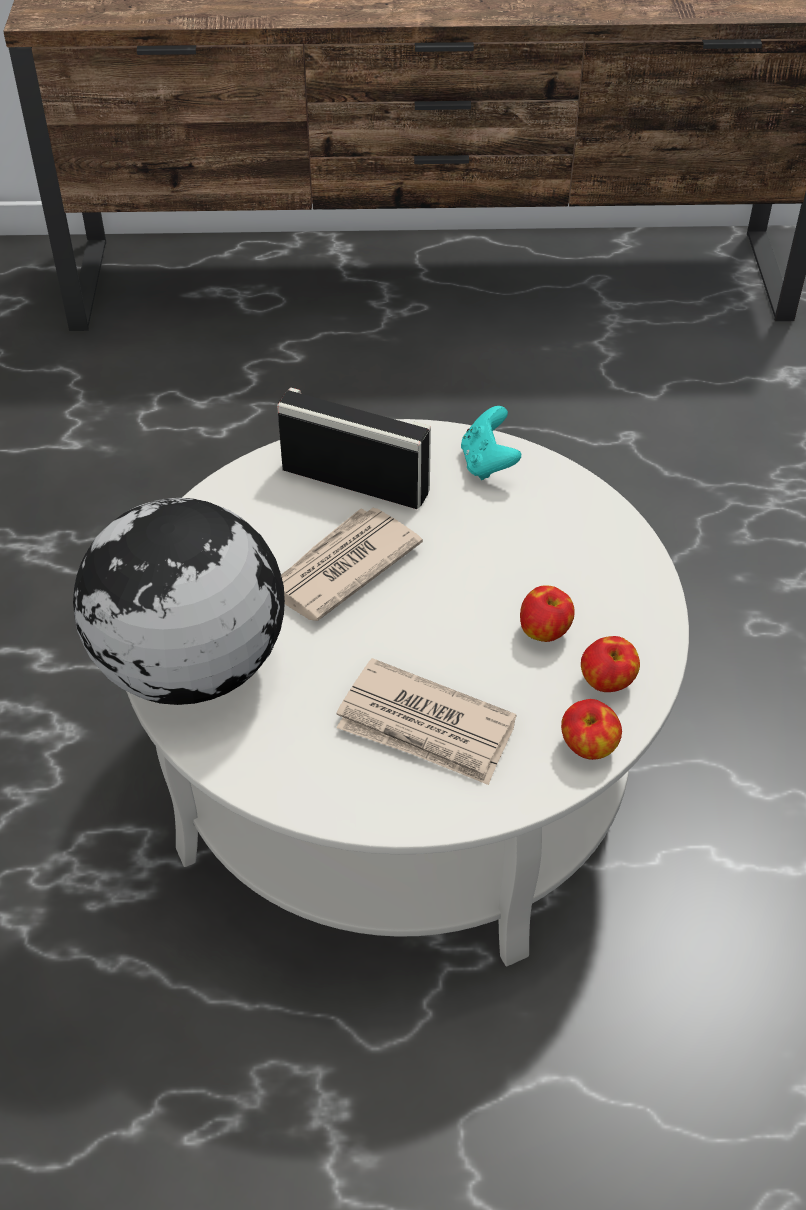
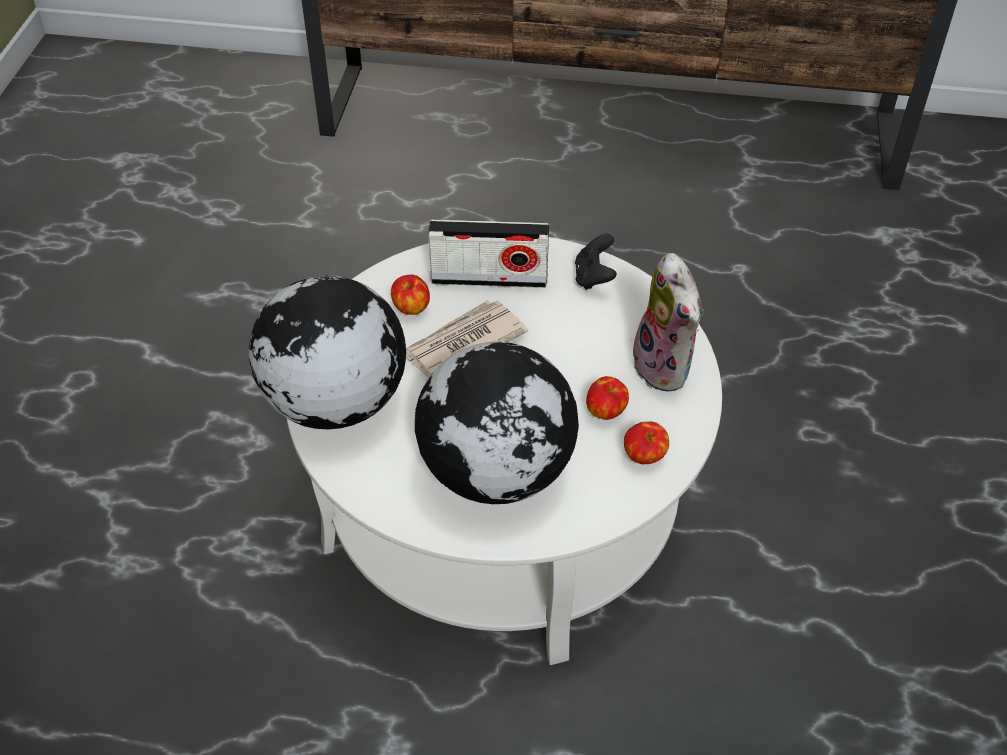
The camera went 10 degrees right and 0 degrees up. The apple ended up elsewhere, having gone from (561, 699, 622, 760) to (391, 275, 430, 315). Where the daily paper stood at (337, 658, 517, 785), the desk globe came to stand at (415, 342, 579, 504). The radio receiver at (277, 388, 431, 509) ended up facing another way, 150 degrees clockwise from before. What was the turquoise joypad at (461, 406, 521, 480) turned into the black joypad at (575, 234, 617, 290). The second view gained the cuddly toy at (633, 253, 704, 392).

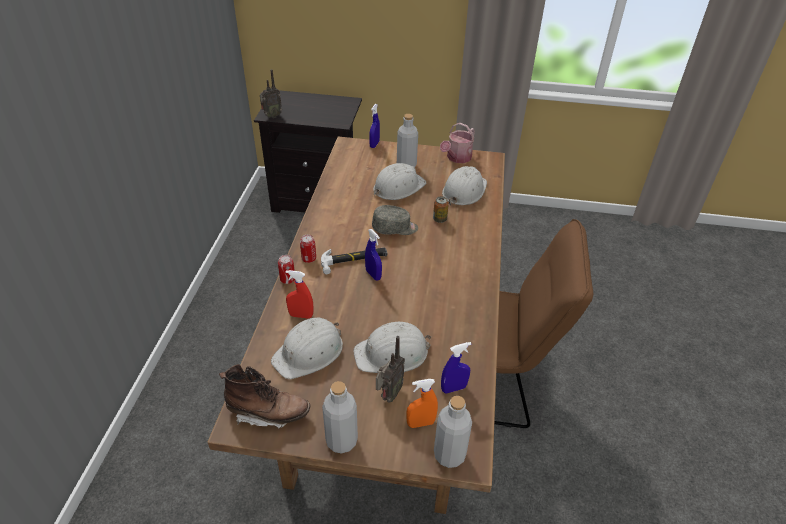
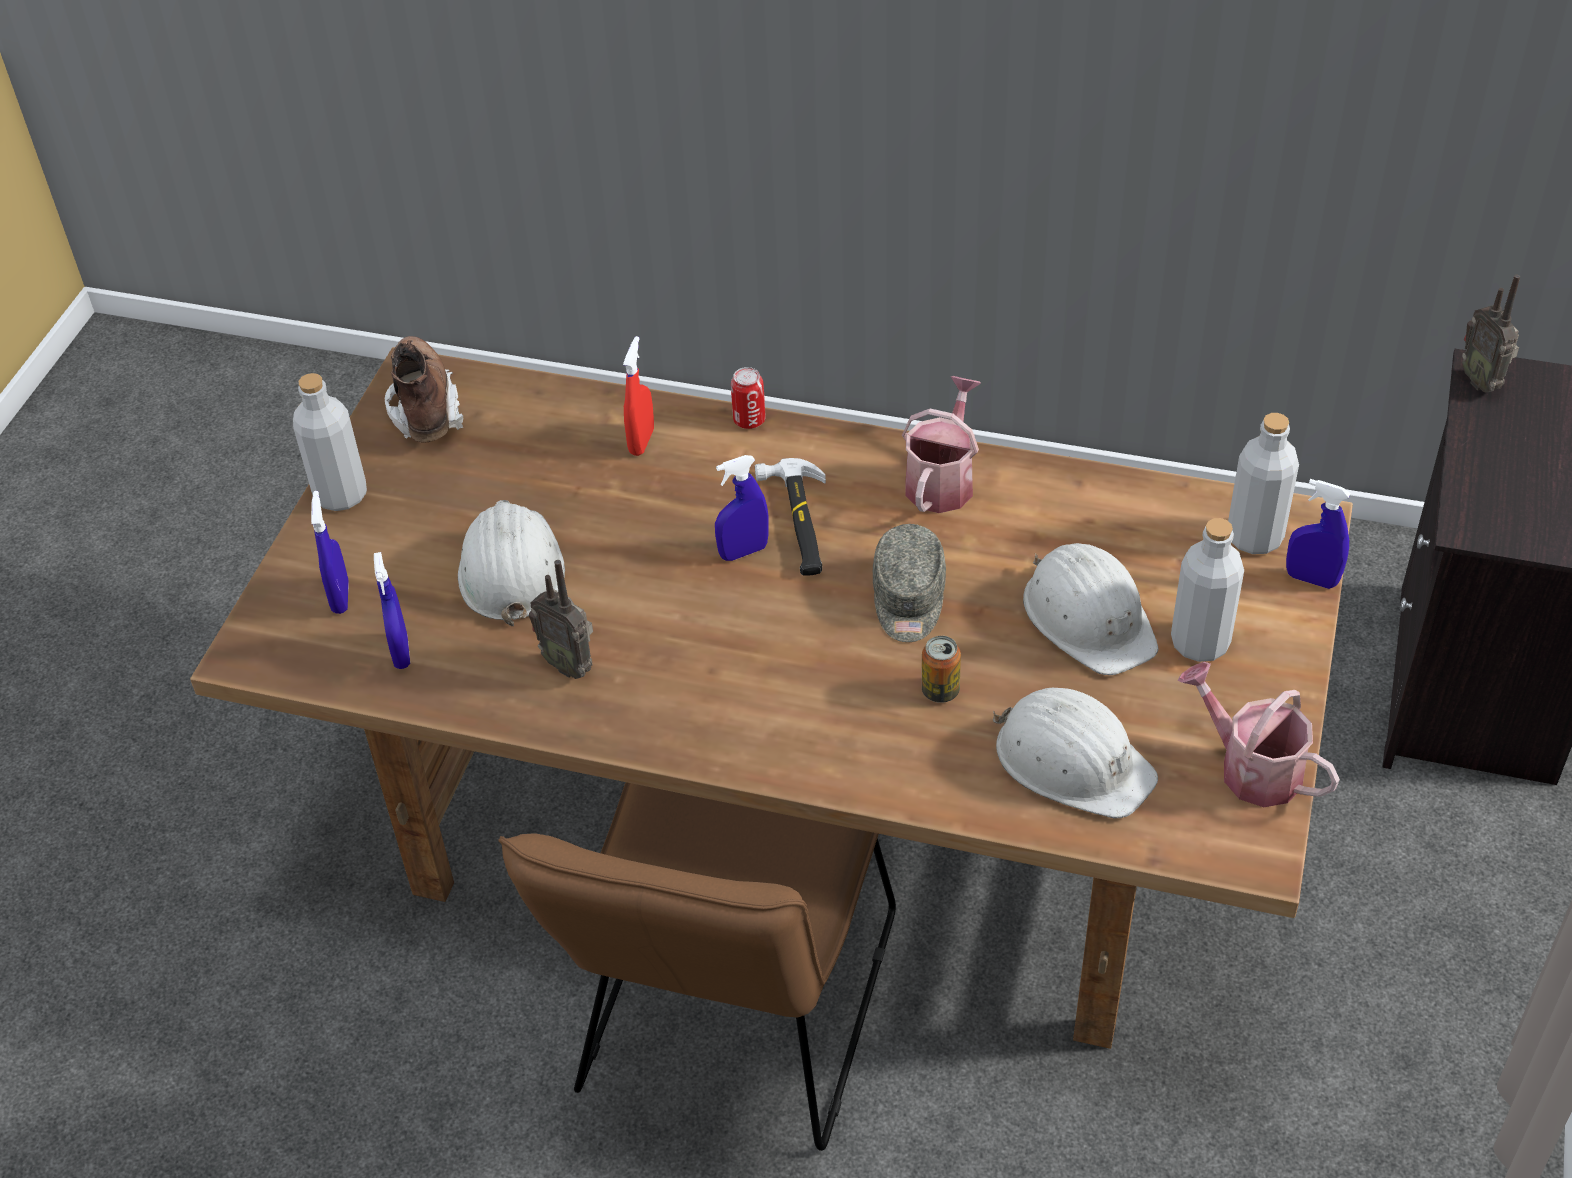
The camera went 100 degrees right and 5 degrees up. What was the orange sprayer at (406, 379, 438, 428) turned into the blue-coloured sprayer at (311, 491, 349, 614). The brown tall boot at (219, 364, 311, 429) ended up facing another way, 150 degrees clockwise from before. The radio receiver ended up elsewhere, having gone from (376, 336, 405, 403) to (529, 560, 593, 679). The second view gained the sprinkling can at (902, 376, 981, 513). The gray bottle ended up elsewhere, having gone from (434, 396, 472, 468) to (1228, 413, 1299, 554). The second view lost the whitish hard hat at (271, 317, 343, 379). The second view lost the metal can at (300, 235, 316, 263).

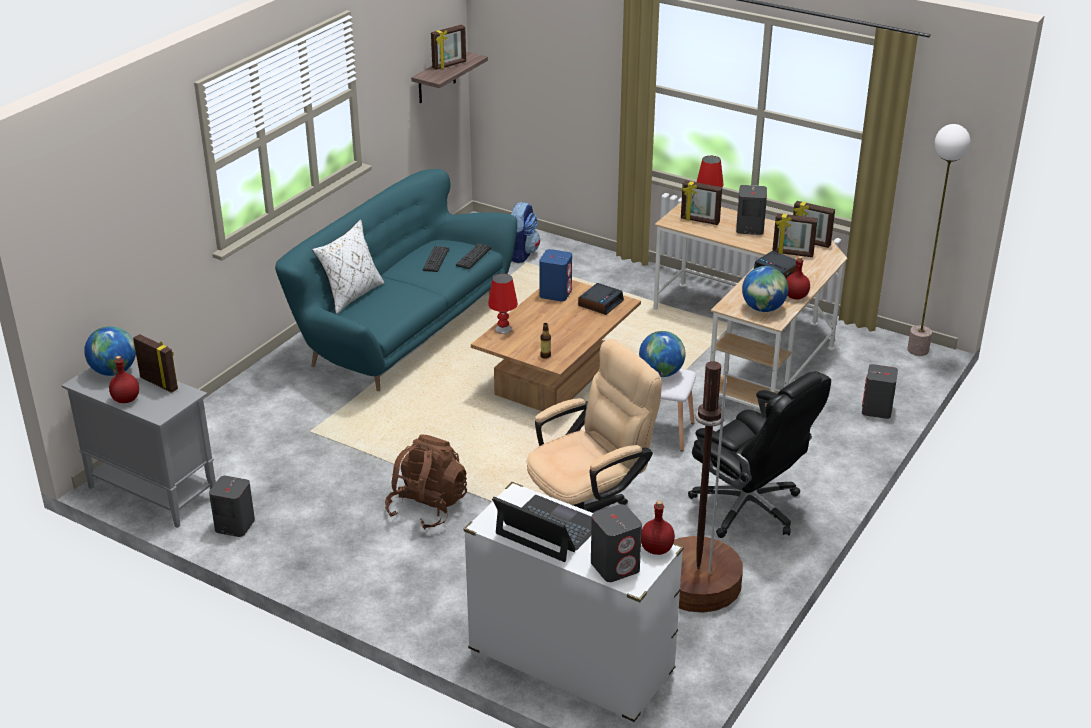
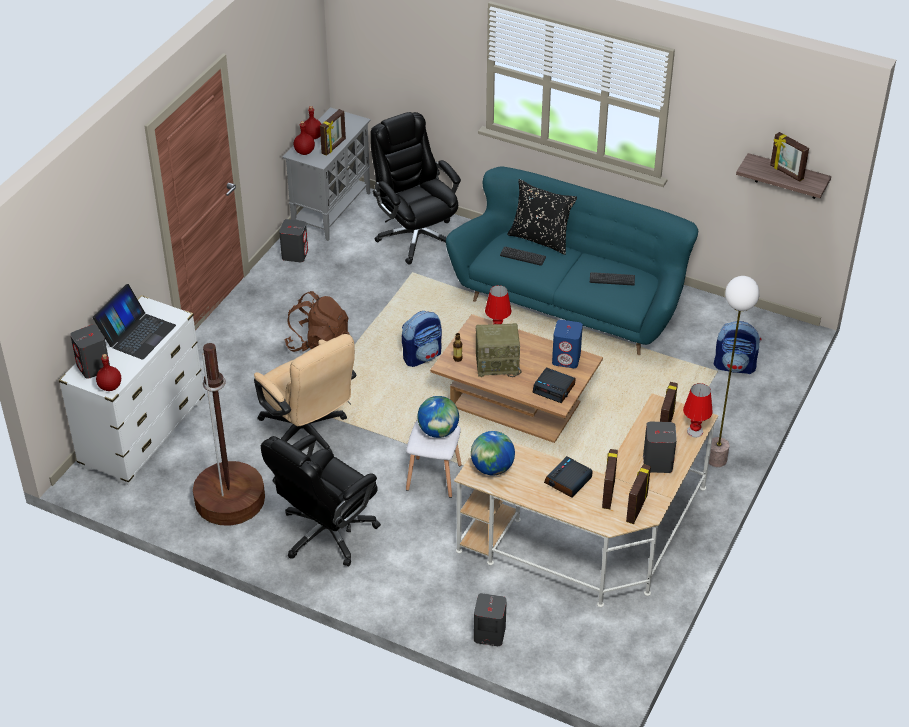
The camera went 85 degrees right and 10 degrees up. The red-coloured bottle ended up elsewhere, having gone from (786, 256, 810, 300) to (294, 121, 315, 155). The second view gained the black desk chair at (370, 112, 461, 265). The second view gained the knapsack at (402, 311, 442, 367). The second view gained the radio receiver at (476, 323, 522, 377). The computer keyboard ended up elsewhere, having gone from (456, 243, 491, 269) to (500, 246, 546, 266). What was the whitish cushion at (312, 219, 384, 314) turned into the black cushion at (507, 179, 577, 255). The standing lamp ended up elsewhere, having gone from (907, 124, 970, 356) to (709, 276, 760, 467). The second view lost the desk globe at (84, 326, 136, 376).

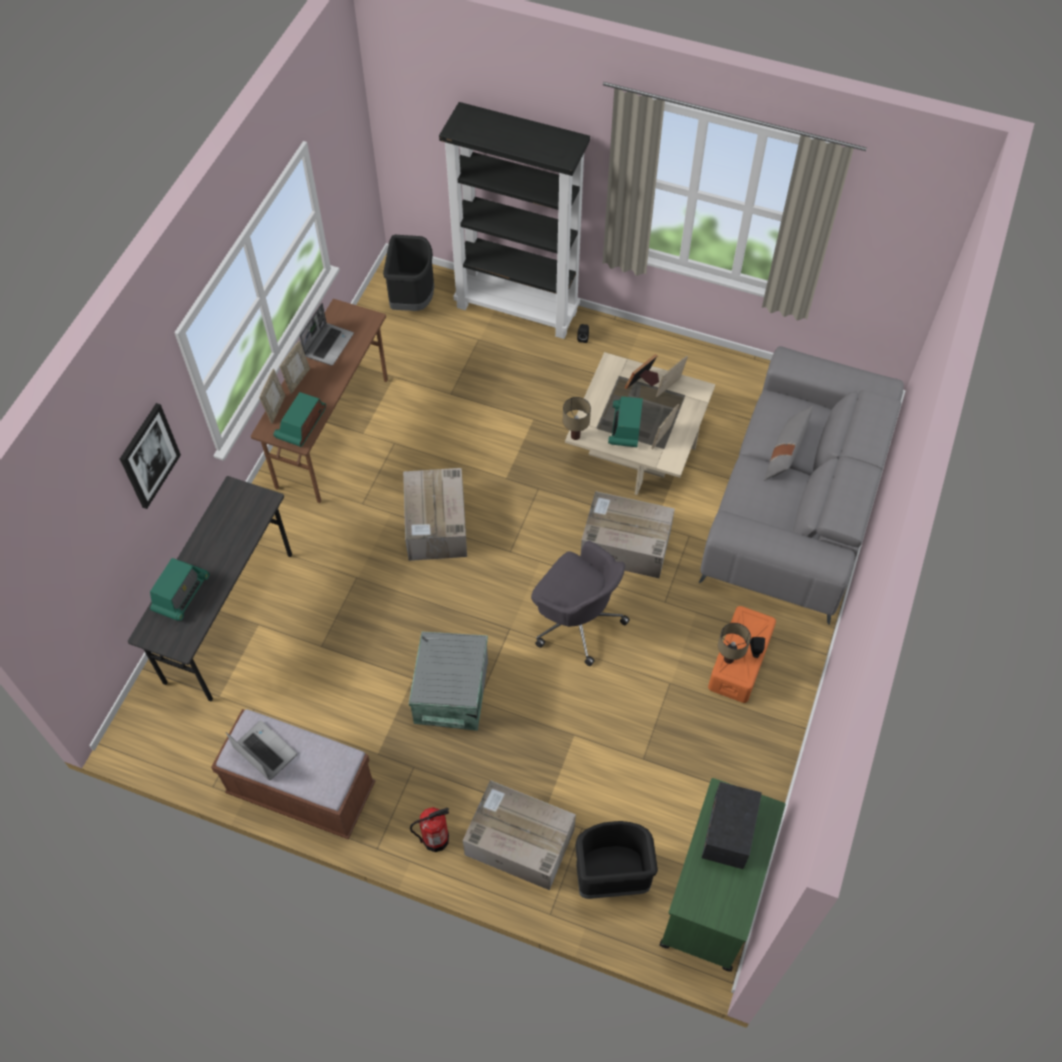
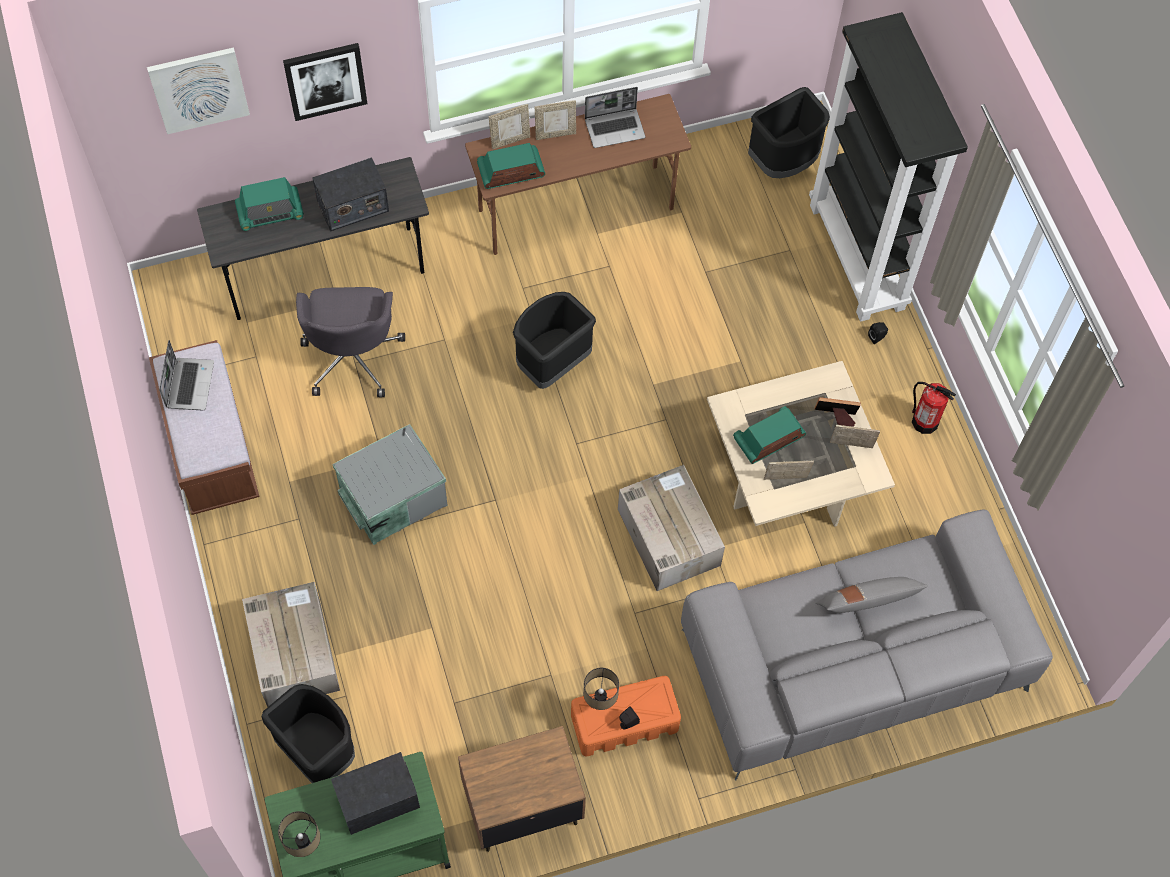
The camera went 50 degrees right and 5 degrees up. The second view gained the wall picture at (147, 47, 250, 134). The tabletop lamp ended up elsewhere, having gone from (563, 397, 591, 440) to (278, 811, 320, 857). The gray desk chair ended up elsewhere, having gone from (531, 541, 630, 666) to (296, 287, 405, 397). The second view gained the radio receiver at (312, 157, 389, 232). The second view gained the brown nightstand at (458, 726, 586, 852). Where the carton stood at (403, 468, 467, 561), the black trash can came to stand at (513, 292, 596, 389). The fire-fighting cylinder ended up elsewhere, having gone from (410, 807, 449, 852) to (912, 382, 956, 434).

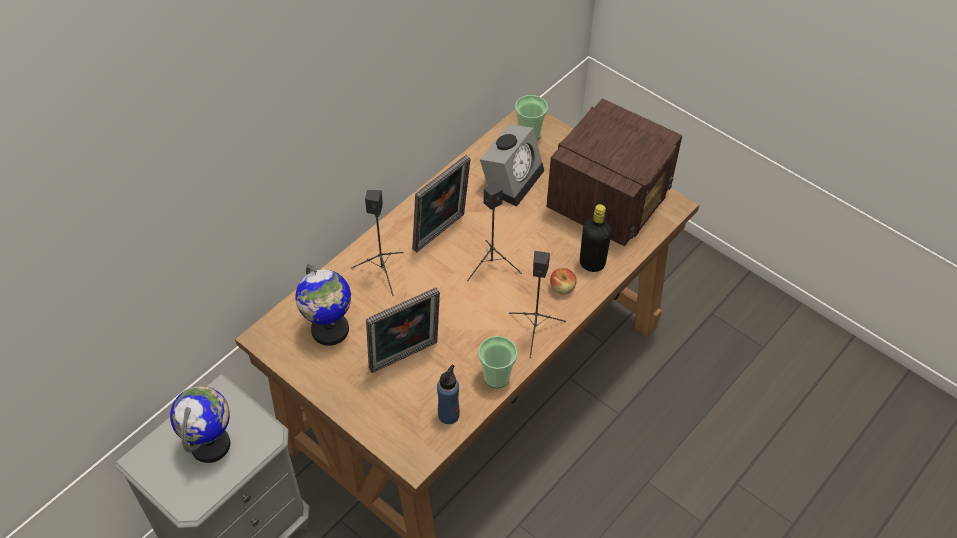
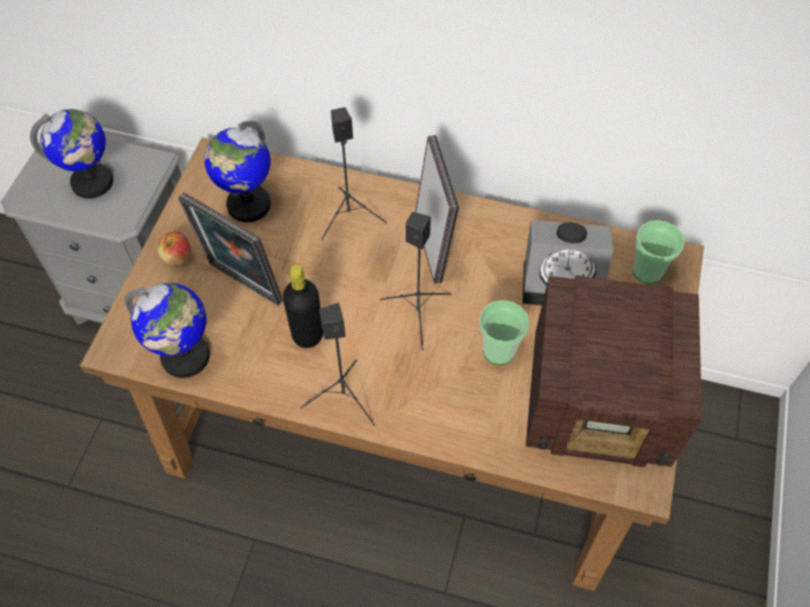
The camera went 65 degrees right and 5 degrees up. Where the blue-coloured bottle stood at (437, 364, 460, 424), the desk globe came to stand at (125, 283, 210, 378). The apple ended up elsewhere, having gone from (550, 268, 576, 295) to (158, 231, 191, 266). The black bottle ended up elsewhere, having gone from (580, 204, 612, 272) to (283, 264, 323, 348). The picture frame at (412, 155, 471, 252) ended up facing another way, 120 degrees counterclockwise from before. The cup ended up elsewhere, having gone from (478, 336, 518, 389) to (479, 300, 529, 365).

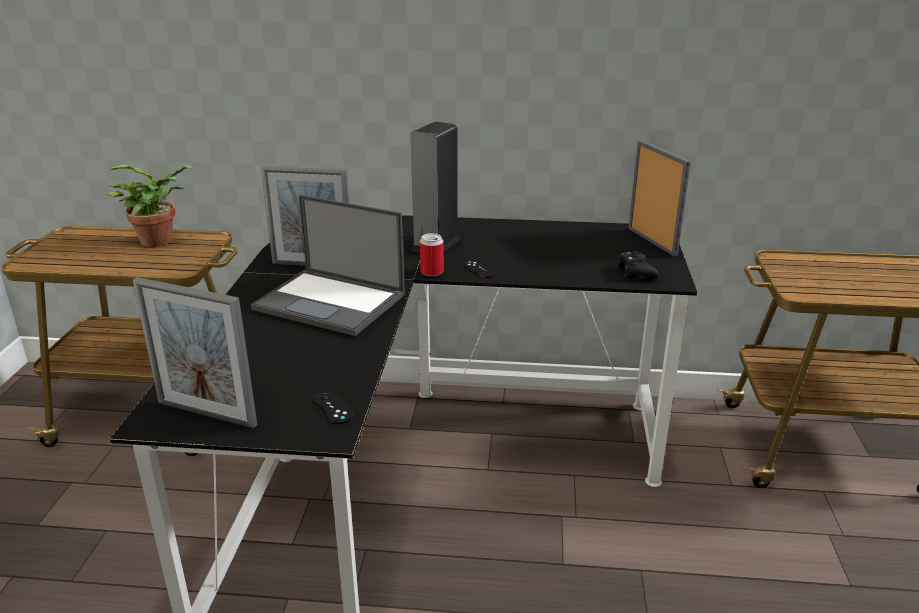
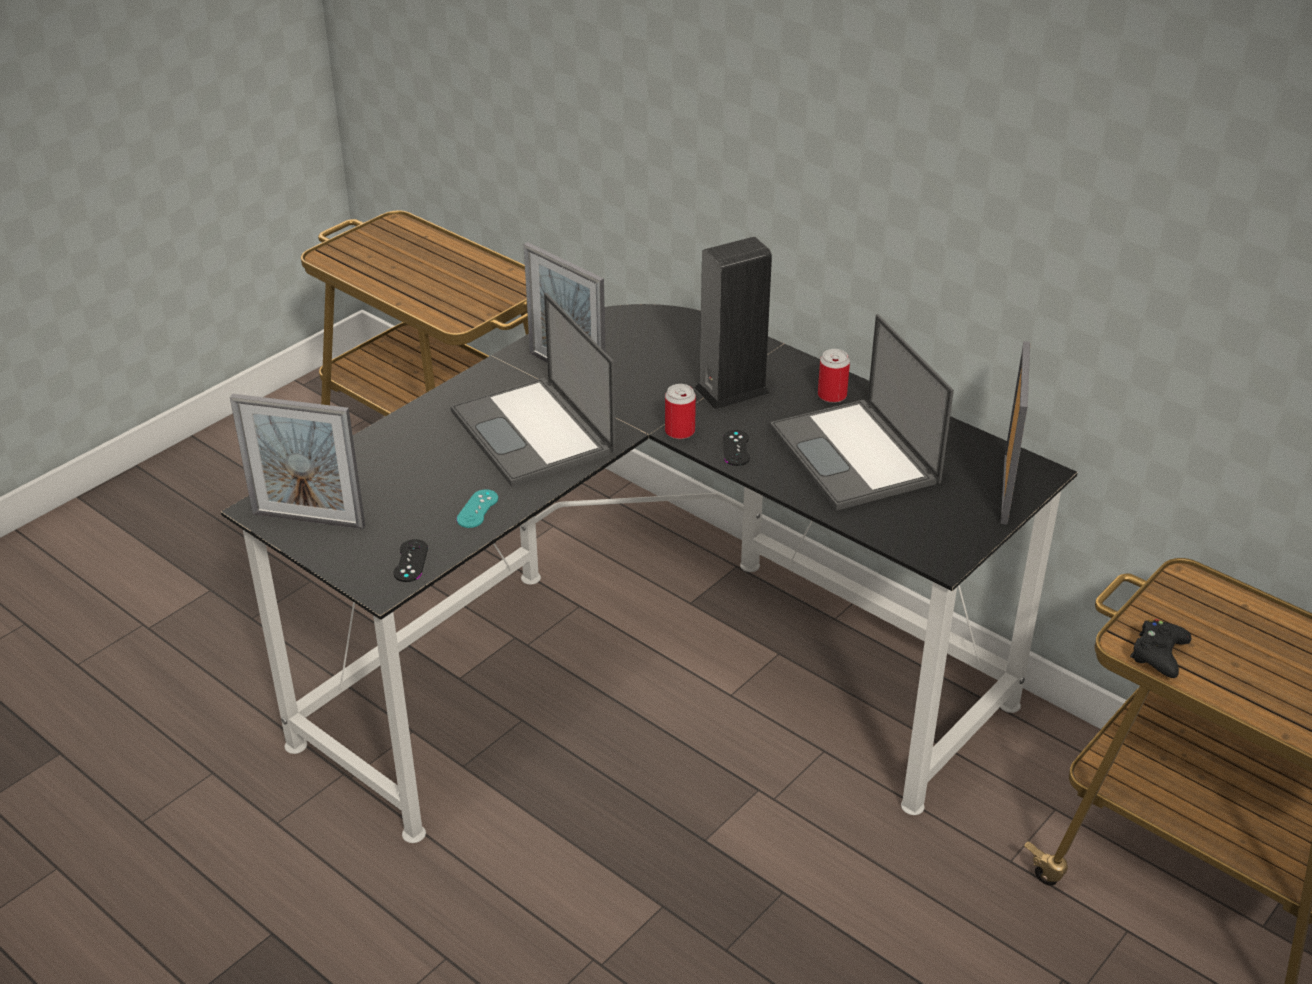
The camera went 35 degrees right and 10 degrees up. The picture frame at (133, 277, 257, 428) ended up facing another way, 45 degrees counterclockwise from before. The second view gained the turquoise joypad at (456, 489, 498, 528). The second view gained the notebook computer at (770, 314, 954, 511). The second view gained the metal can at (818, 349, 850, 403). The black joypad ended up elsewhere, having gone from (617, 251, 659, 279) to (1130, 619, 1191, 678). The second view lost the houseplant at (108, 164, 193, 247).

